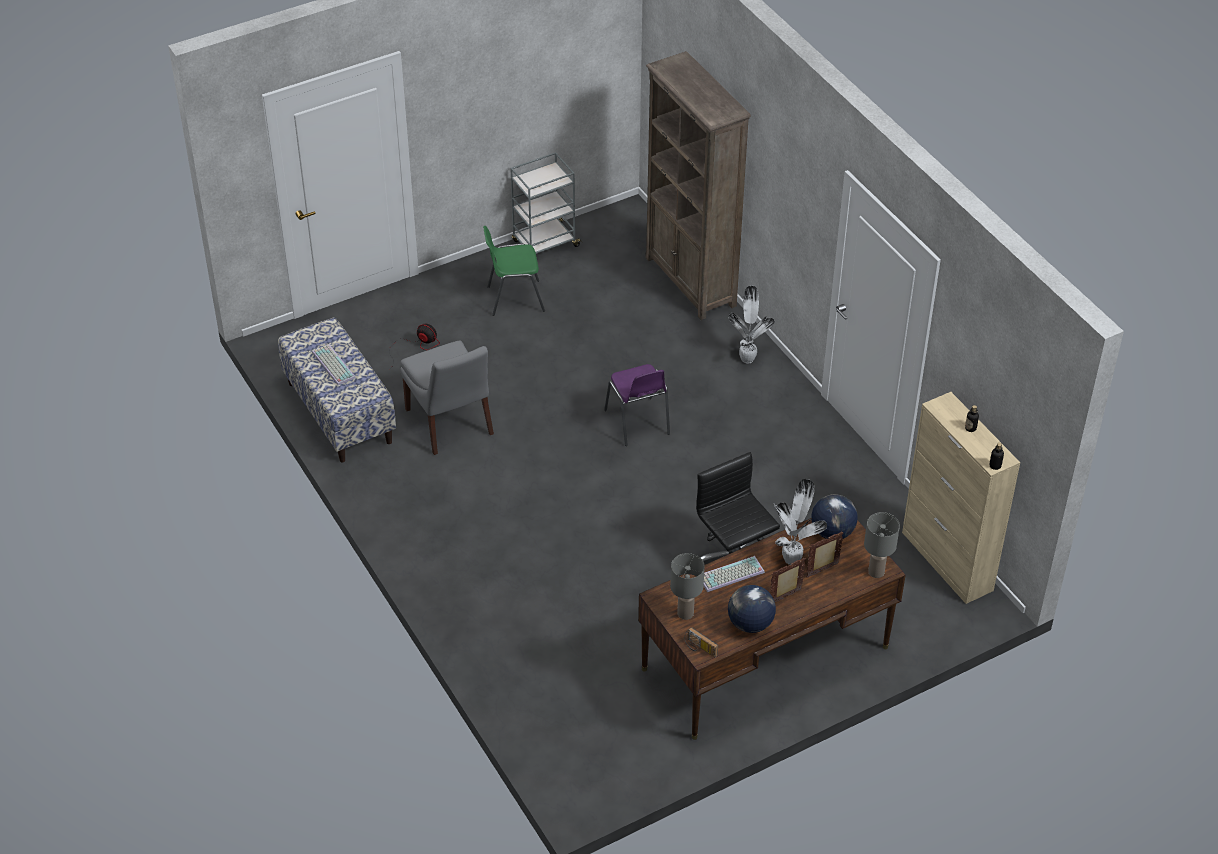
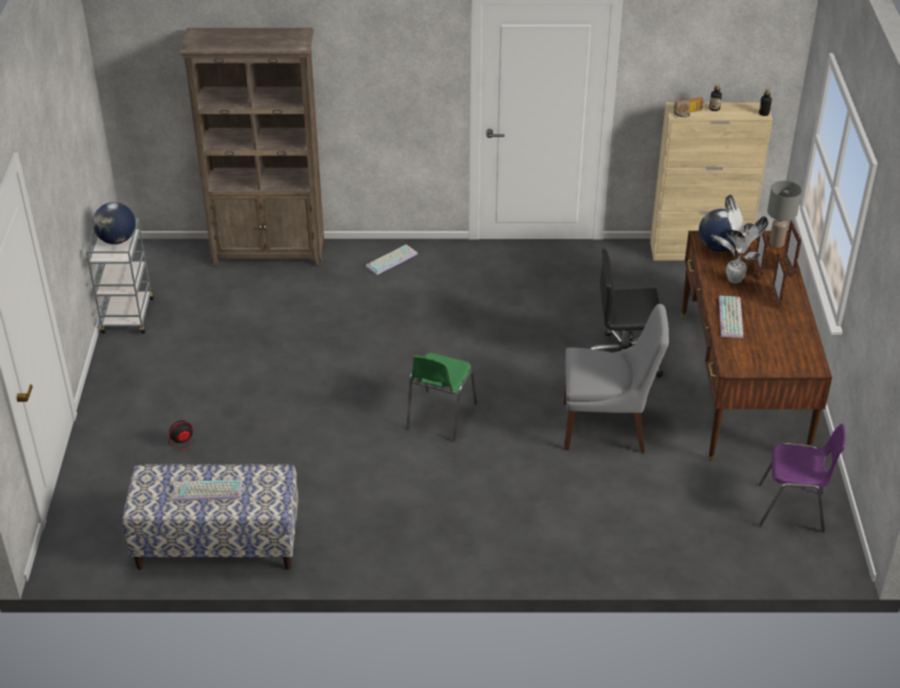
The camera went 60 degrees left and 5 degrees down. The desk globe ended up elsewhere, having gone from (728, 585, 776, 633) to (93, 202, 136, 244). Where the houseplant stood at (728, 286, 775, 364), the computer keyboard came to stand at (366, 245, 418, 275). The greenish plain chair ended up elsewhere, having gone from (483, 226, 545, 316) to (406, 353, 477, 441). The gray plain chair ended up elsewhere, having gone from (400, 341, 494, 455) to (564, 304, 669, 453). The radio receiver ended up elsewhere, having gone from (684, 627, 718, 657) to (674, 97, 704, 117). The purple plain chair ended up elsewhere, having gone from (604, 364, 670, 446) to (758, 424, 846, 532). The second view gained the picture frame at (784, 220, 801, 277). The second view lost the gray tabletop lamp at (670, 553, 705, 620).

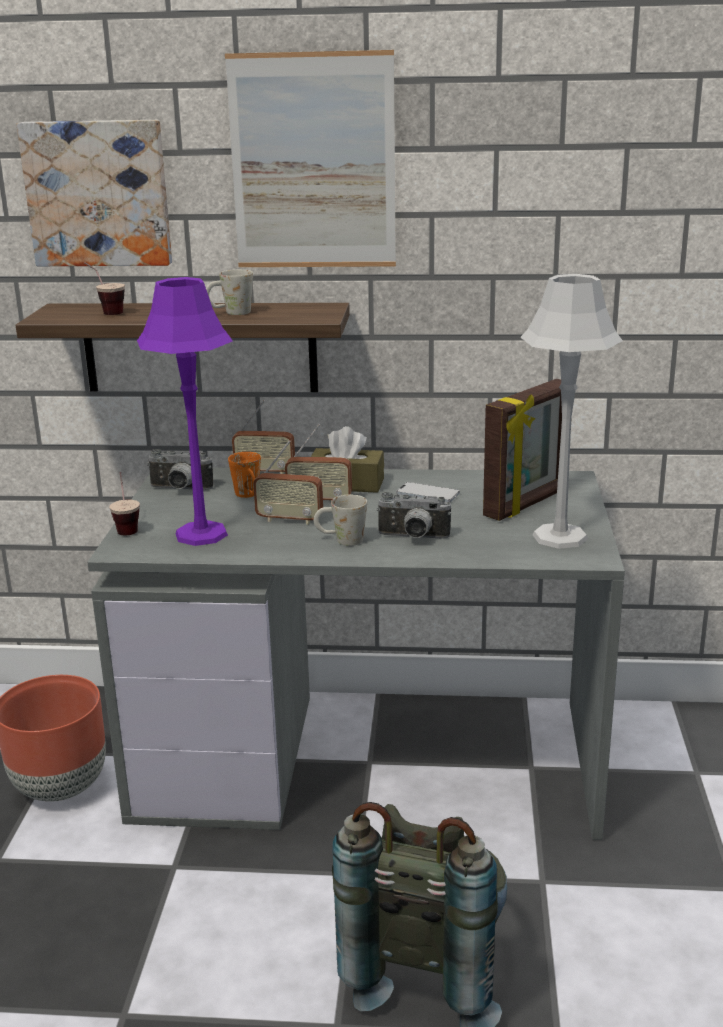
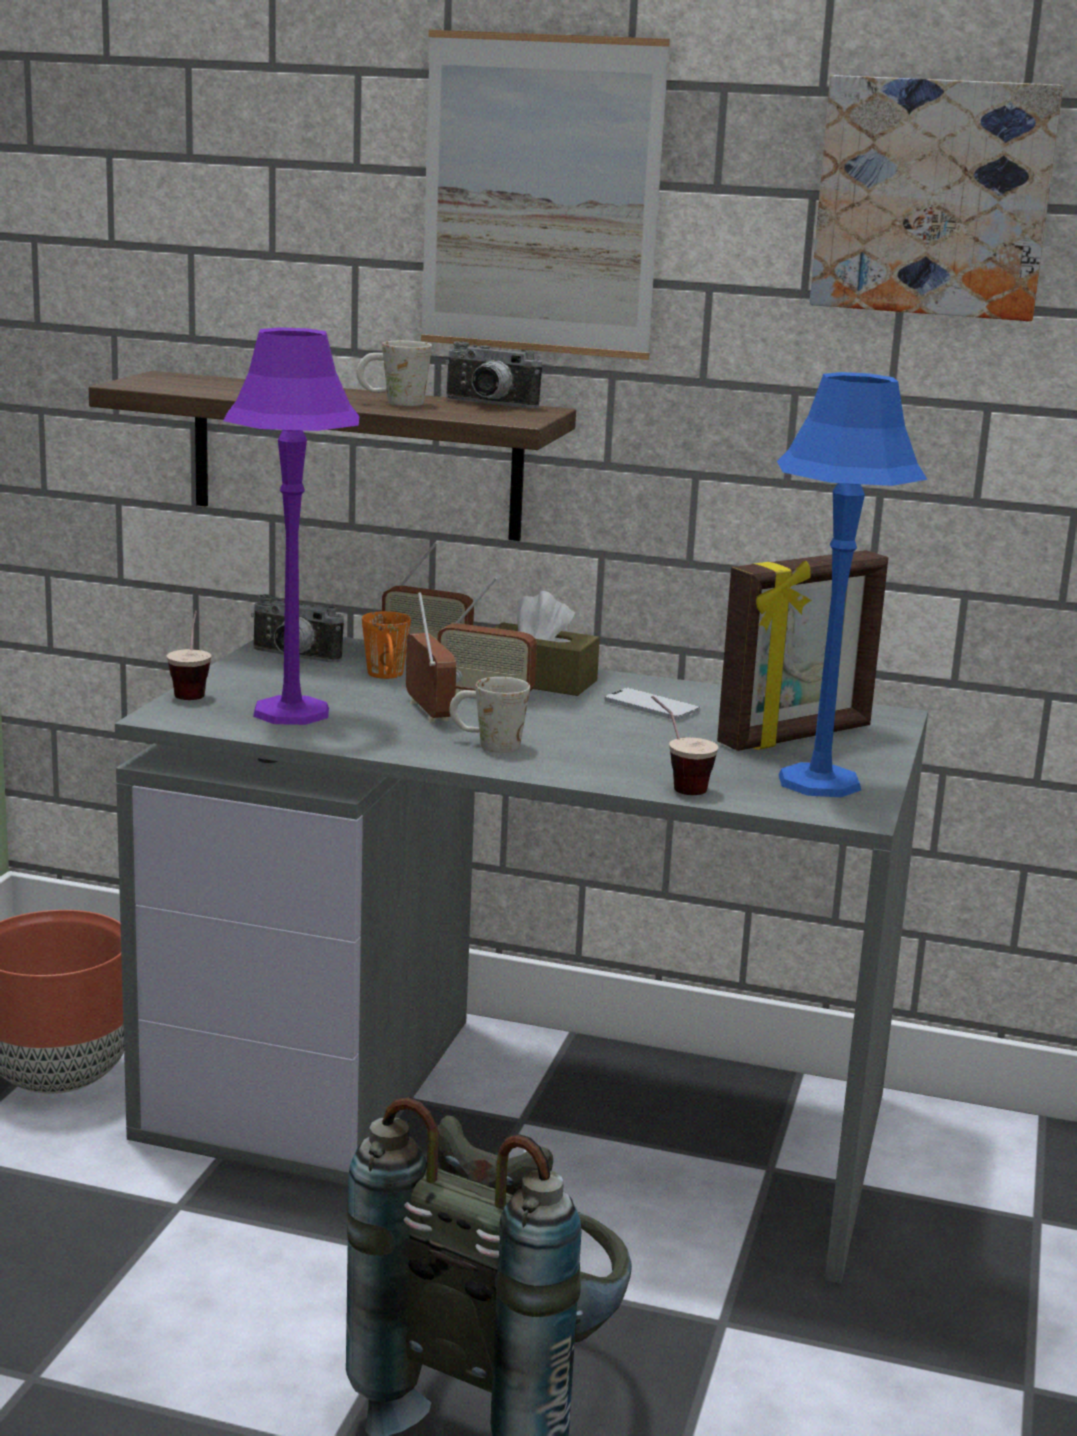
The camera went 10 degrees right and 5 degrees down. The radio receiver at (253, 440, 323, 525) ended up facing another way, 135 degrees counterclockwise from before. The photo camera ended up elsewhere, having gone from (377, 492, 451, 539) to (445, 342, 542, 409). The cup ended up elsewhere, having gone from (84, 262, 125, 315) to (651, 696, 718, 795). What was the gray tabletop lamp at (521, 274, 623, 549) turned into the blue-coloured tabletop lamp at (777, 372, 928, 797). The wall picture ended up elsewhere, having gone from (16, 120, 172, 266) to (810, 75, 1063, 321).

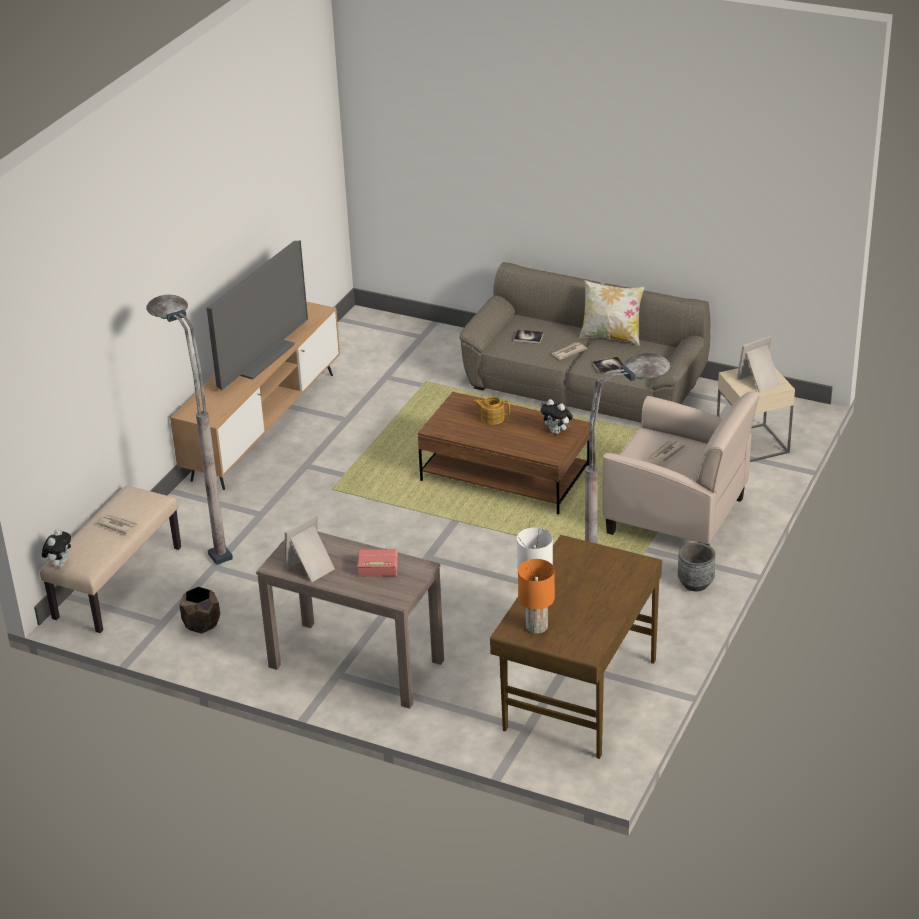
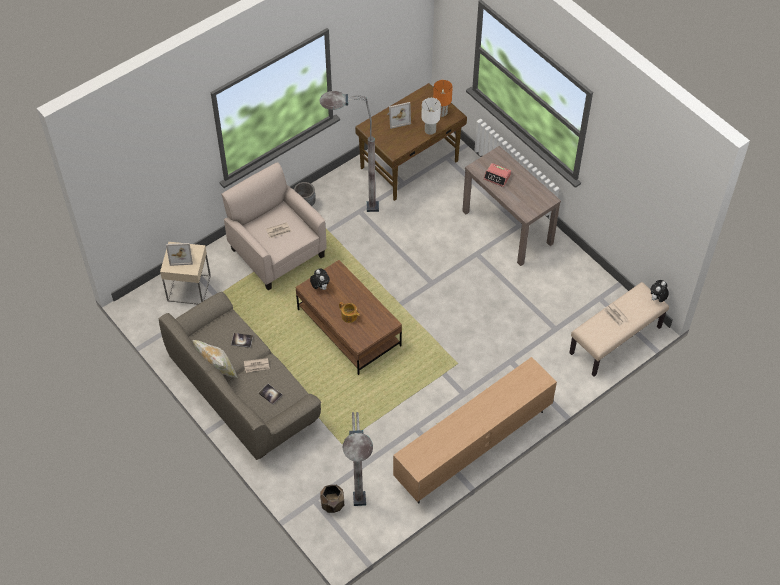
The camera went 155 degrees left and 20 degrees up. The brown flower pot ended up elsewhere, having gone from (179, 587, 220, 634) to (320, 485, 344, 513). The gray standing lamp ended up elsewhere, having gone from (146, 295, 233, 565) to (343, 412, 373, 506). The picture frame ended up elsewhere, having gone from (285, 515, 335, 582) to (387, 102, 411, 129). The second view lost the television at (207, 240, 308, 390).

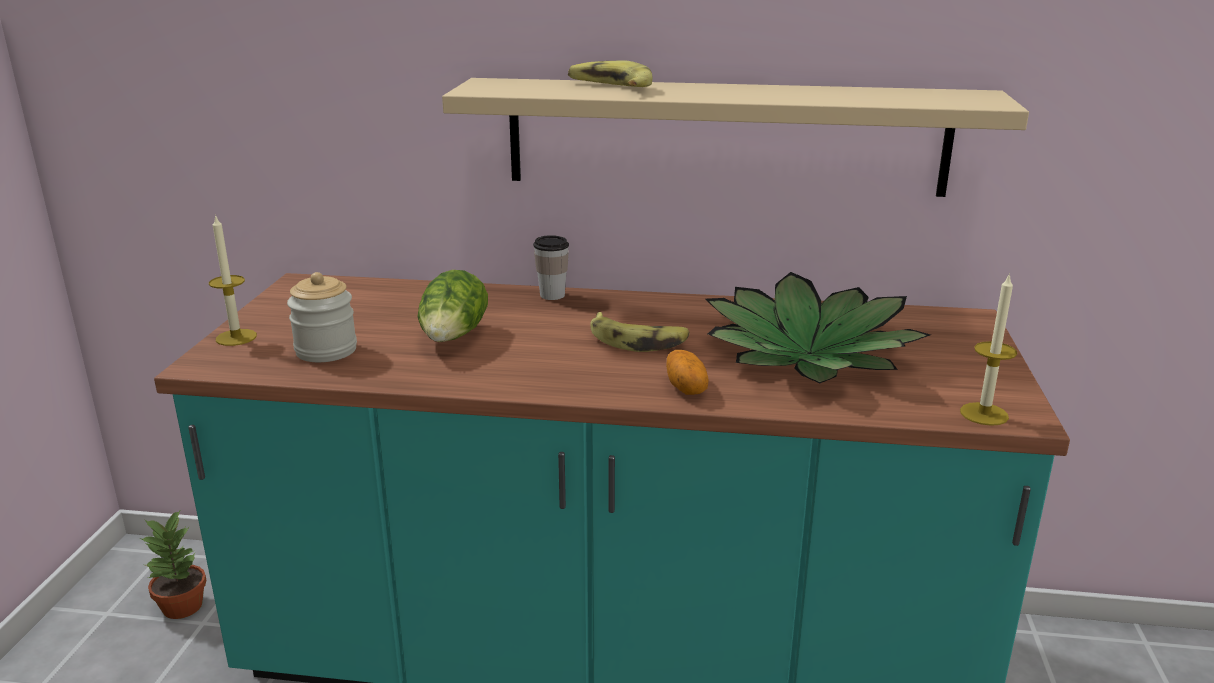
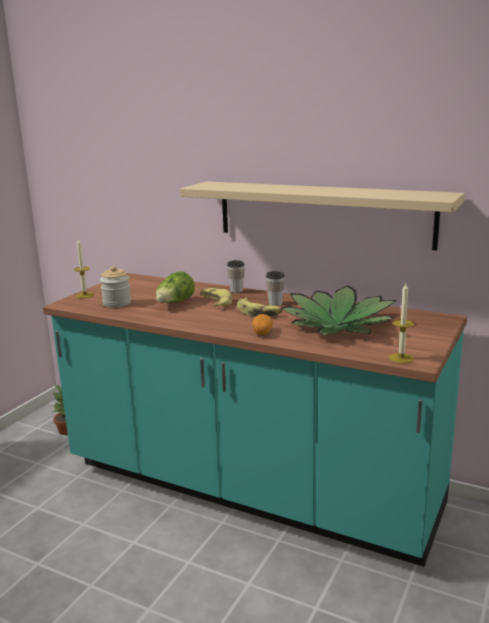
The camera went 20 degrees right and 5 degrees down. The banana fruit ended up elsewhere, having gone from (568, 60, 652, 87) to (200, 288, 232, 307). The second view gained the cup at (266, 271, 285, 306).

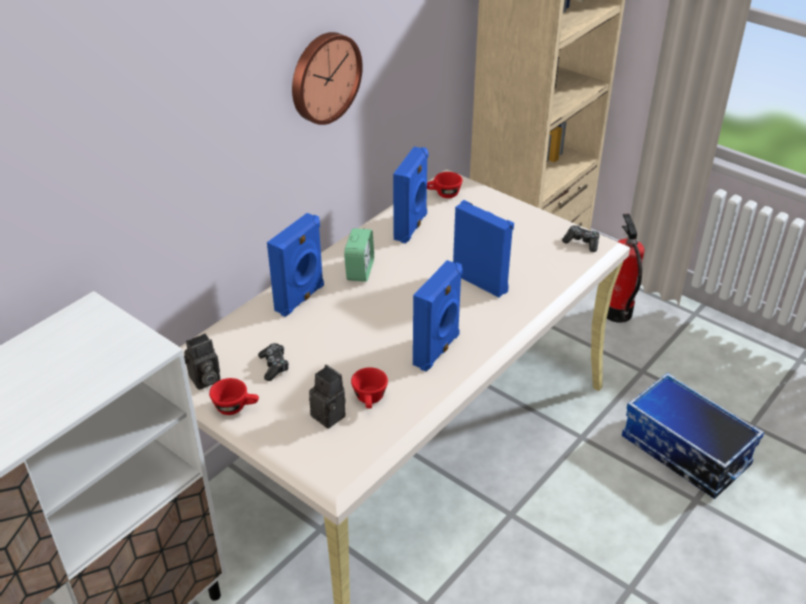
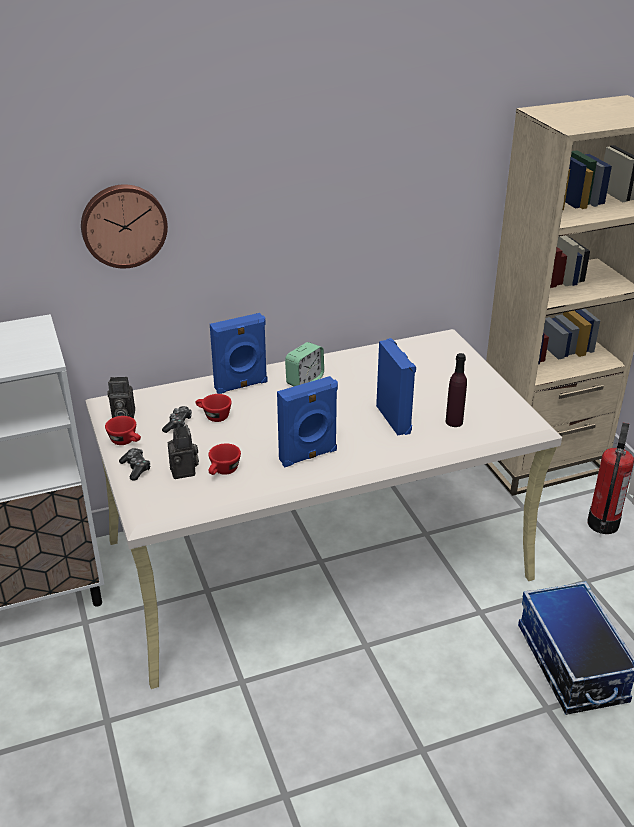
The camera went 30 degrees right and 5 degrees down. The hanging clock ended up elsewhere, having gone from (292, 32, 363, 125) to (81, 184, 168, 268). The joypad ended up elsewhere, having gone from (562, 225, 600, 252) to (119, 448, 150, 481). The red-coloured cup ended up elsewhere, having gone from (427, 172, 462, 198) to (195, 394, 232, 422). The second view gained the purple bottle at (446, 353, 467, 427). The second view lost the blue-coloured loudspeaker at (393, 147, 428, 243).

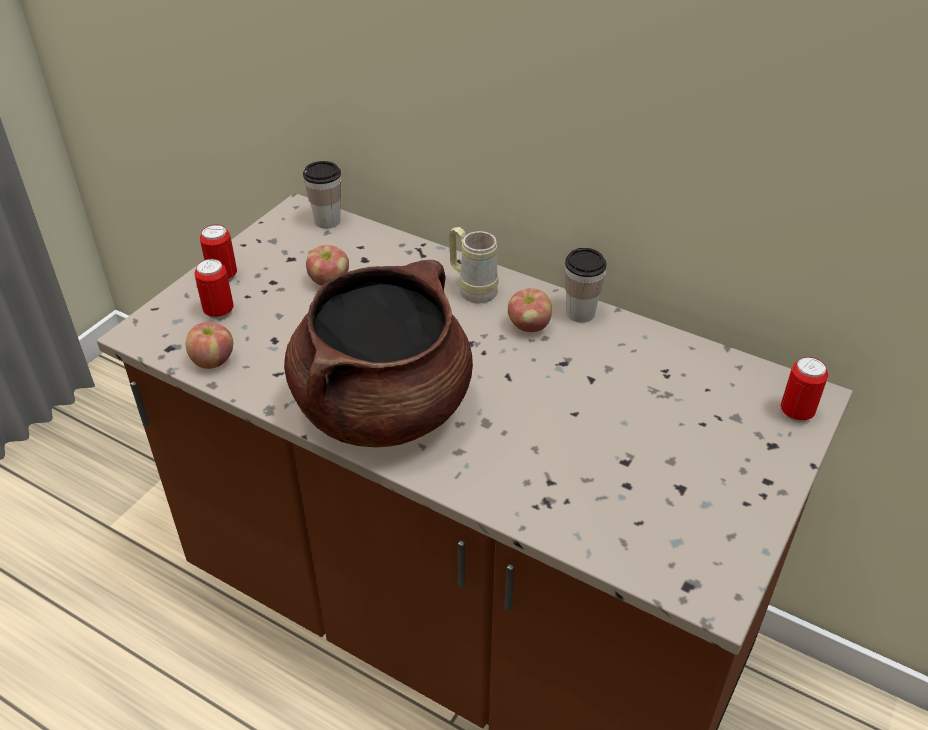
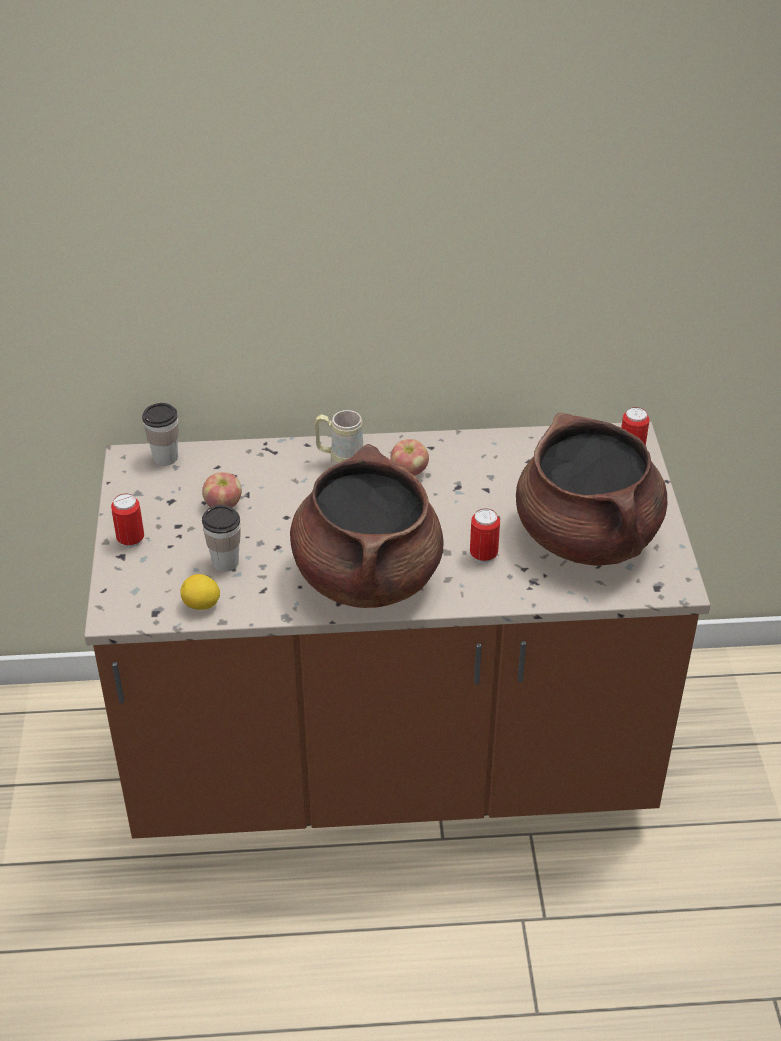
The camera went 35 degrees left and 0 degrees up. Where the apple stood at (186, 322, 233, 369), the citrus fruit came to stand at (180, 574, 220, 610). The cup ended up elsewhere, having gone from (565, 248, 606, 323) to (202, 505, 241, 572). The metal can ended up elsewhere, having gone from (194, 259, 234, 320) to (470, 509, 500, 563). The second view gained the brown saucepot at (516, 413, 667, 566).

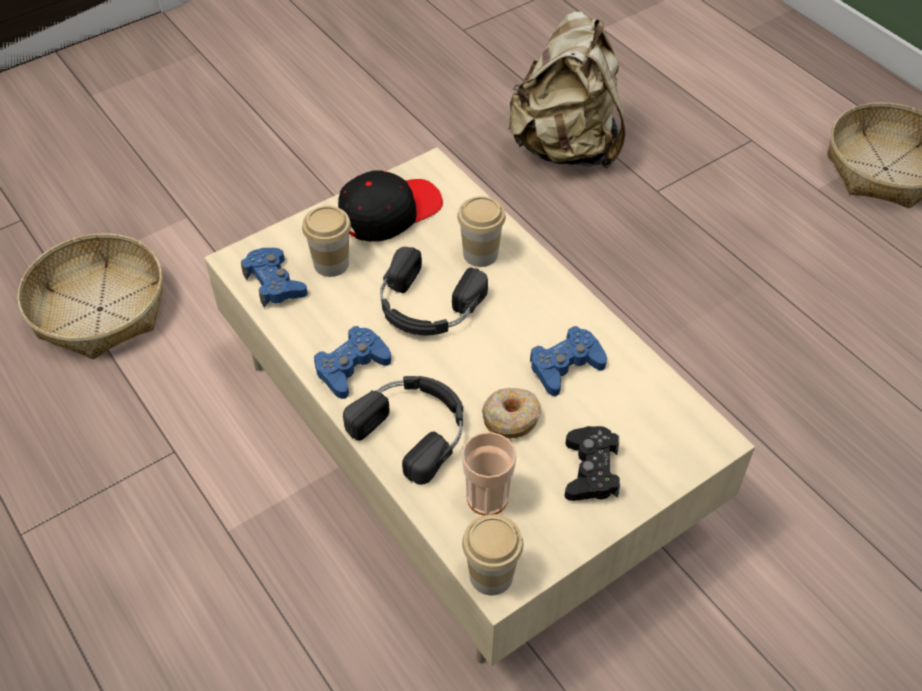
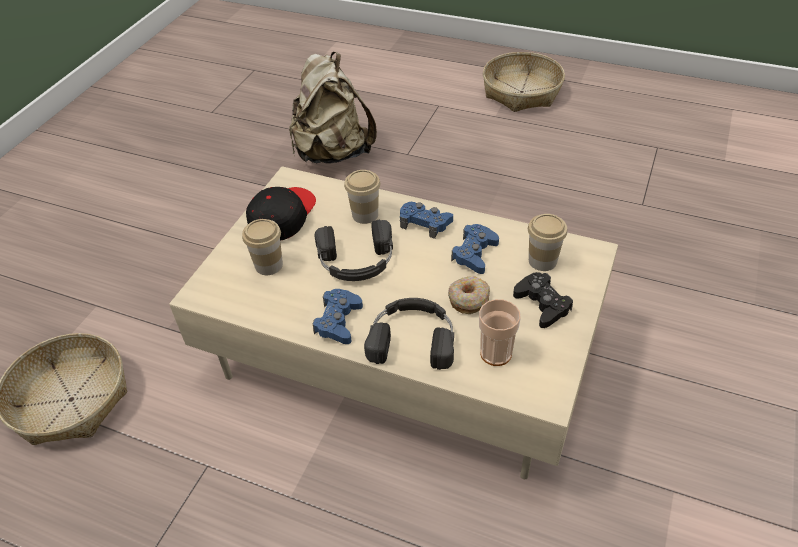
The camera went 30 degrees left and 5 degrees down. The blue-coloured joypad ended up elsewhere, having gone from (241, 248, 308, 308) to (400, 202, 453, 239). The cup ended up elsewhere, having gone from (462, 514, 523, 595) to (528, 214, 567, 271).

